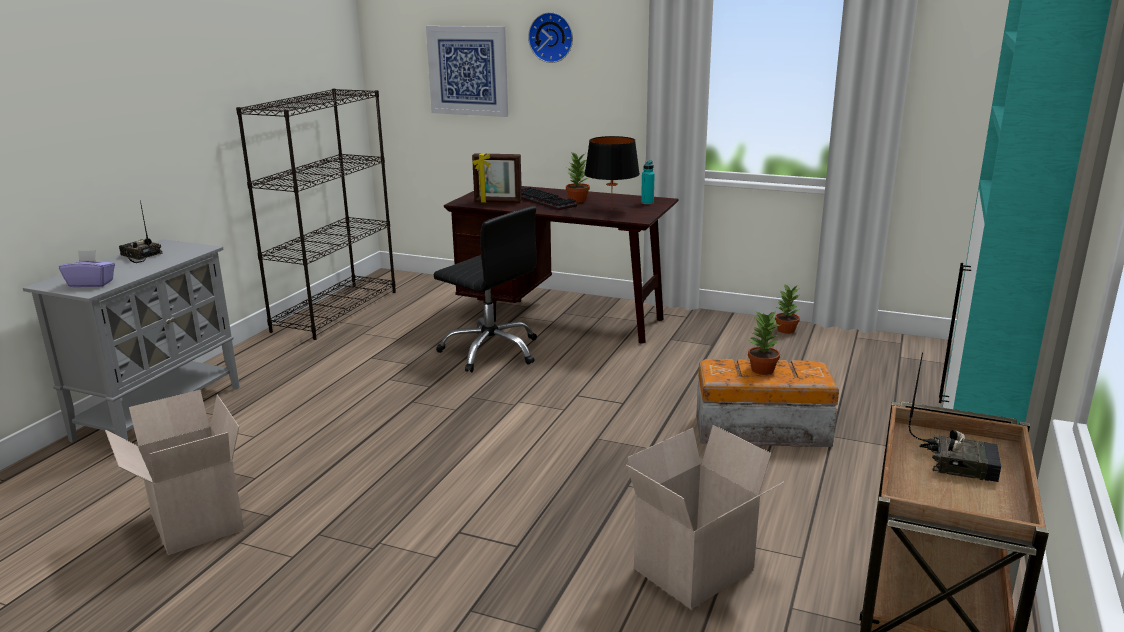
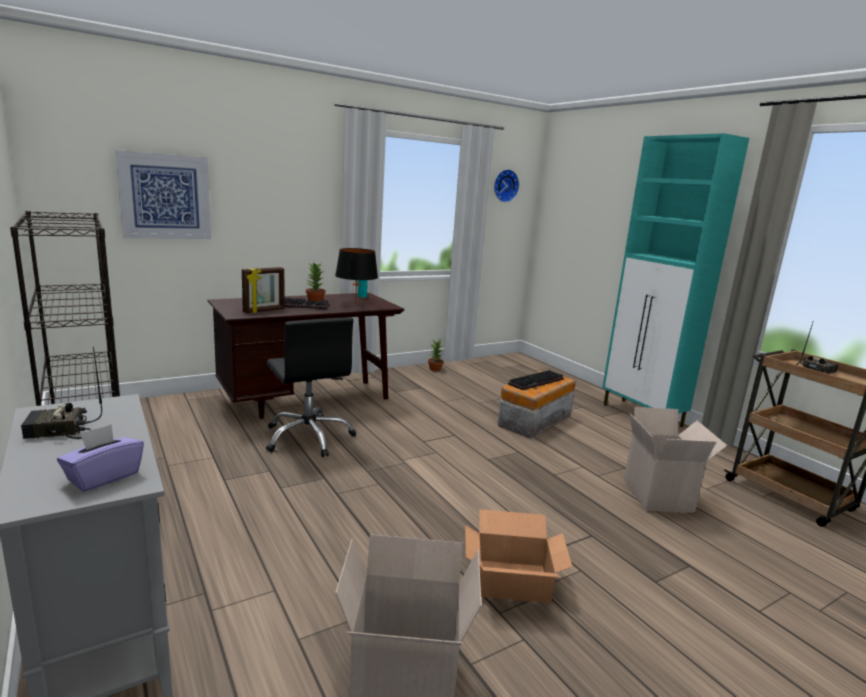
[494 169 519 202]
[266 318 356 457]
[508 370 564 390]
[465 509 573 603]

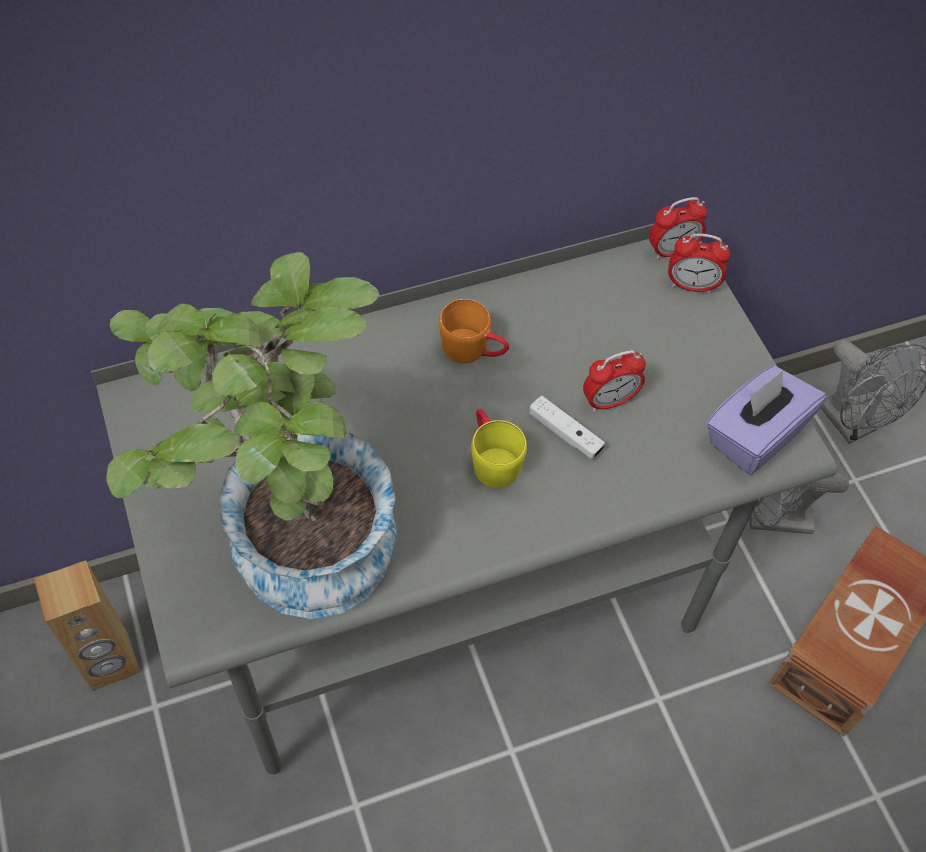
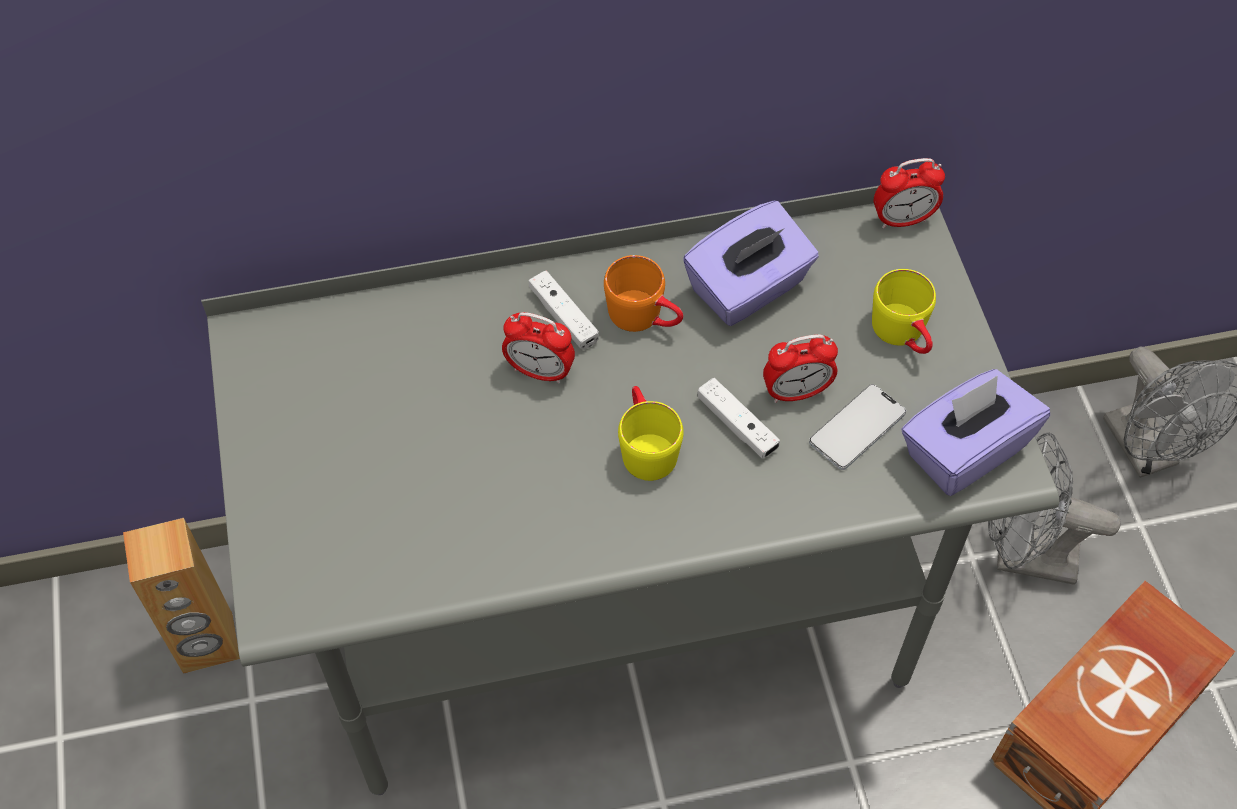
[502 312 575 384]
[106 252 397 619] (first image)
[683 201 819 326]
[872 269 936 354]
[529 270 599 350]
[809 384 906 470]

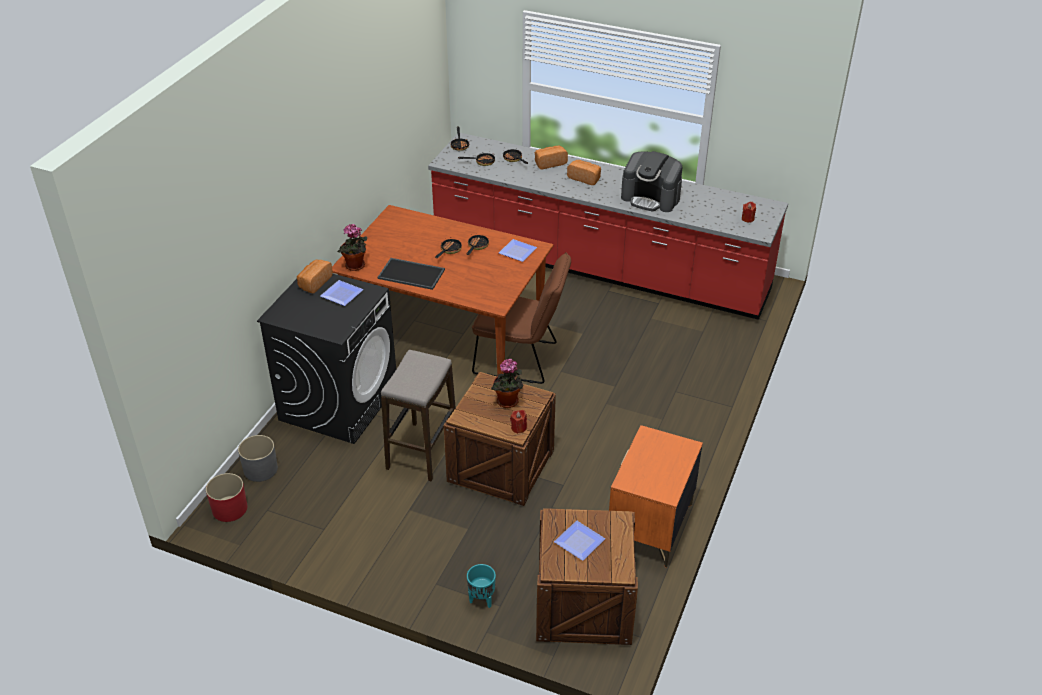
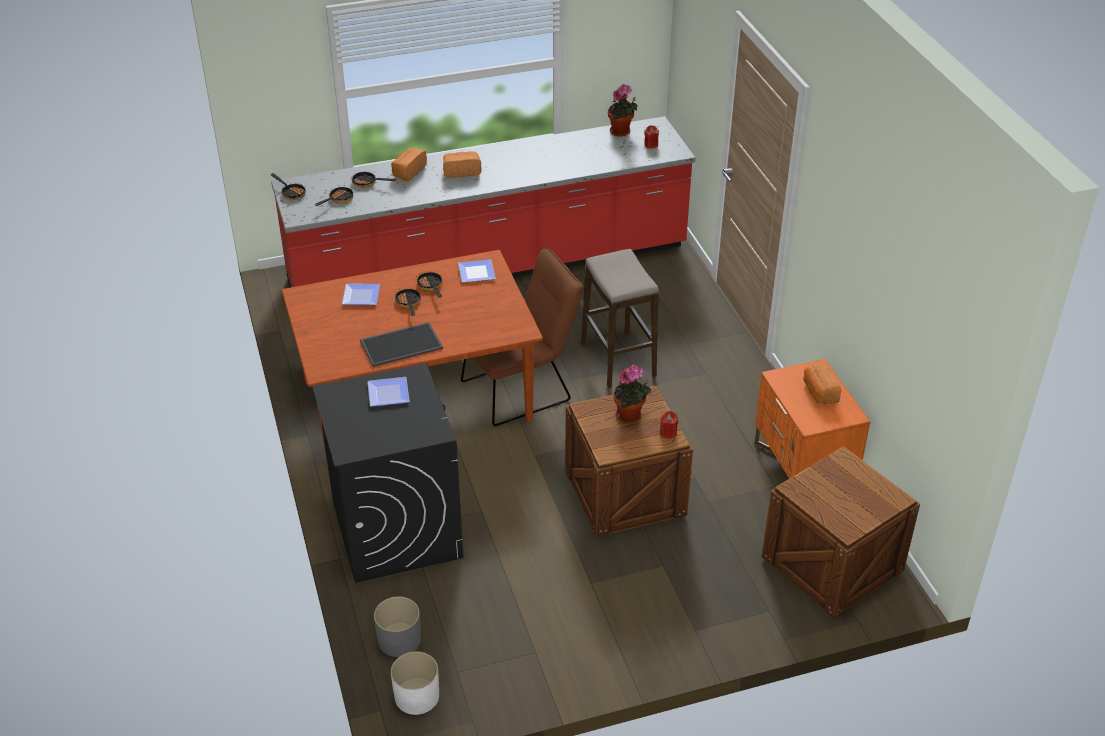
[621 151 682 212] (first image)
[608 84 638 137]
[803 362 841 404]
[581 249 659 388]
[391 651 439 715]
[342 284 380 305]
[467 564 496 608] (first image)

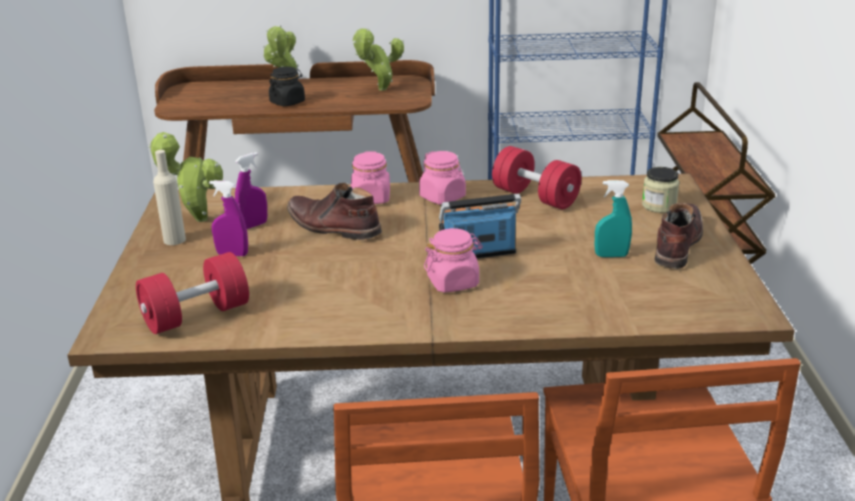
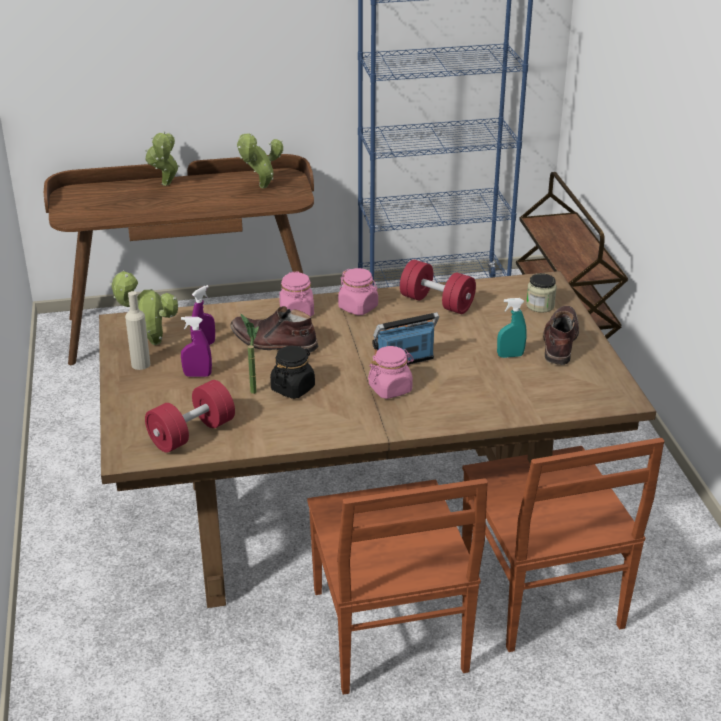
[270 346 315 399]
[241 314 259 394]

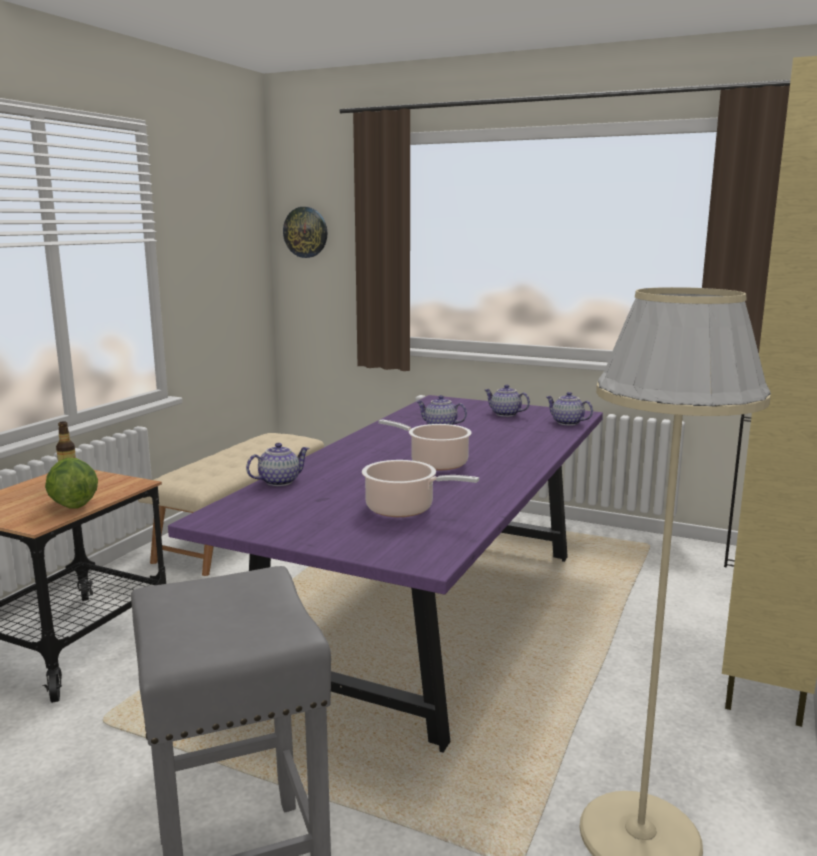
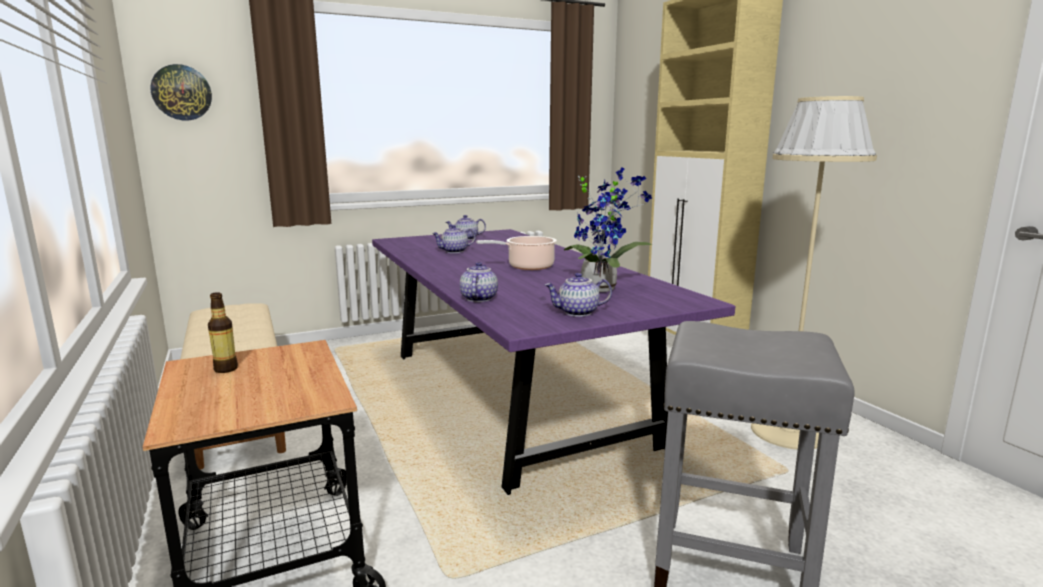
[545 273 612 317]
[45 458 98 509] (first image)
[564 167 652 292]

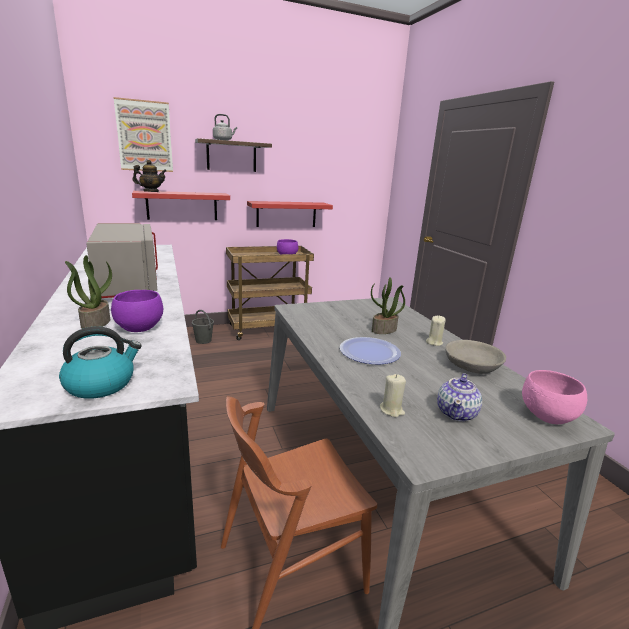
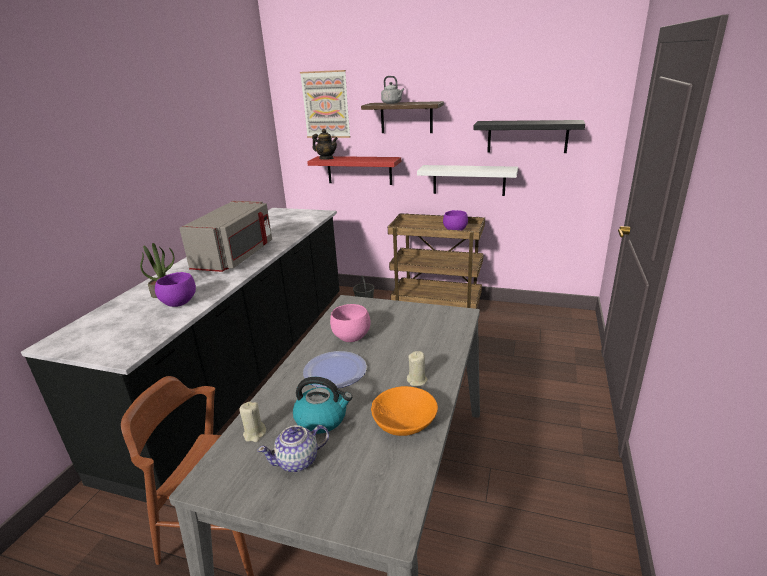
[417 165 518 196]
[371 277 405 334] (first image)
[293 377 352 434]
[371 386 438 436]
[330 304 371 342]
[473 120 585 153]

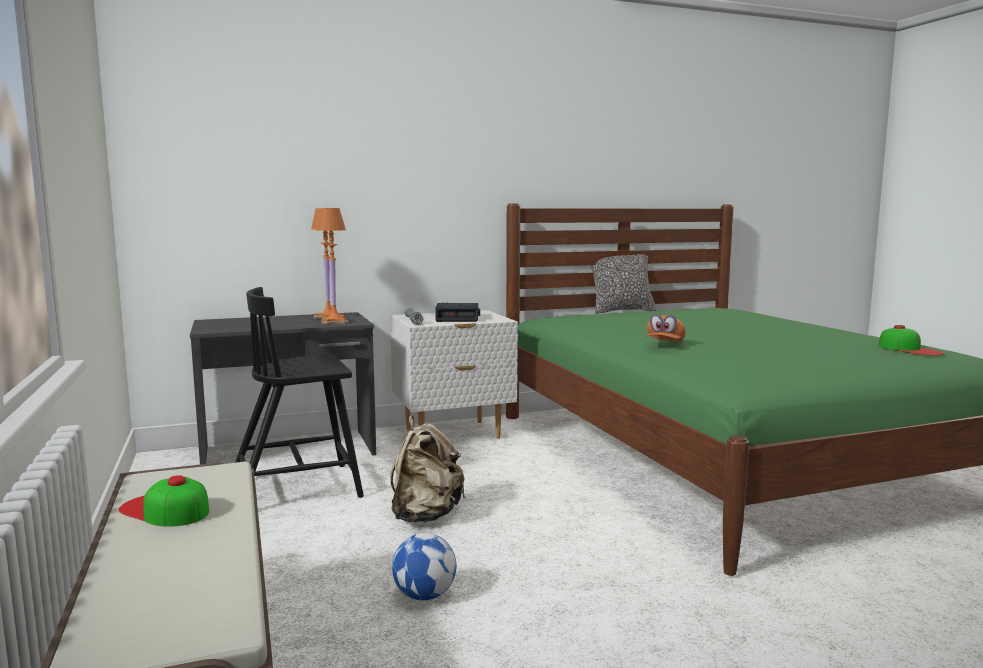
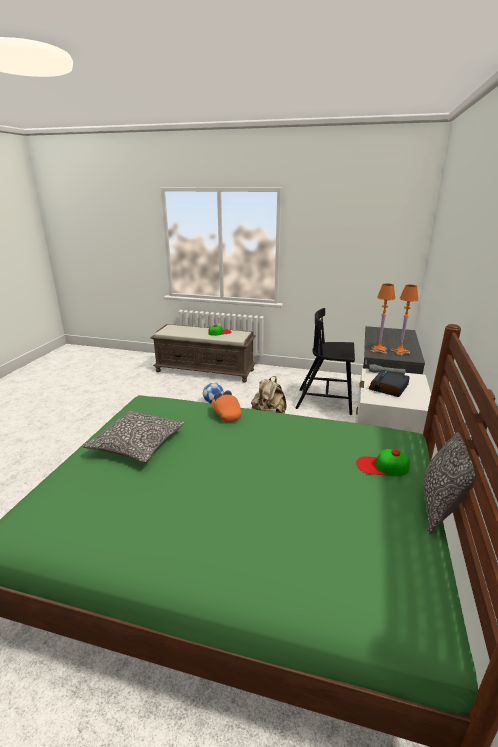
[295 308 355 415]
[356 449 410 476]
[83 410 185 462]

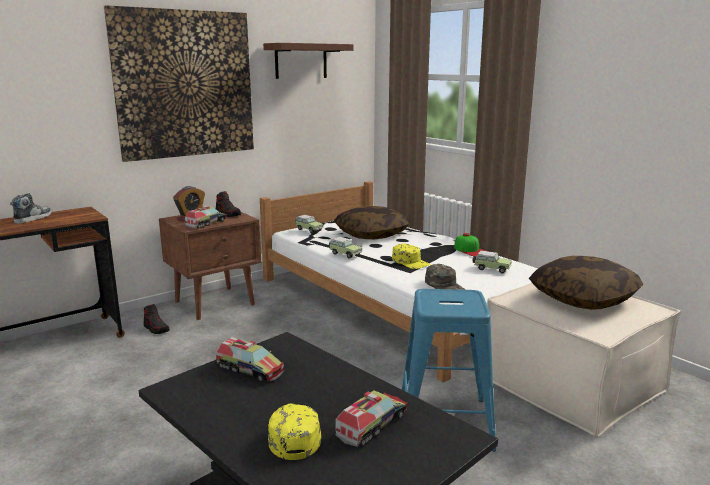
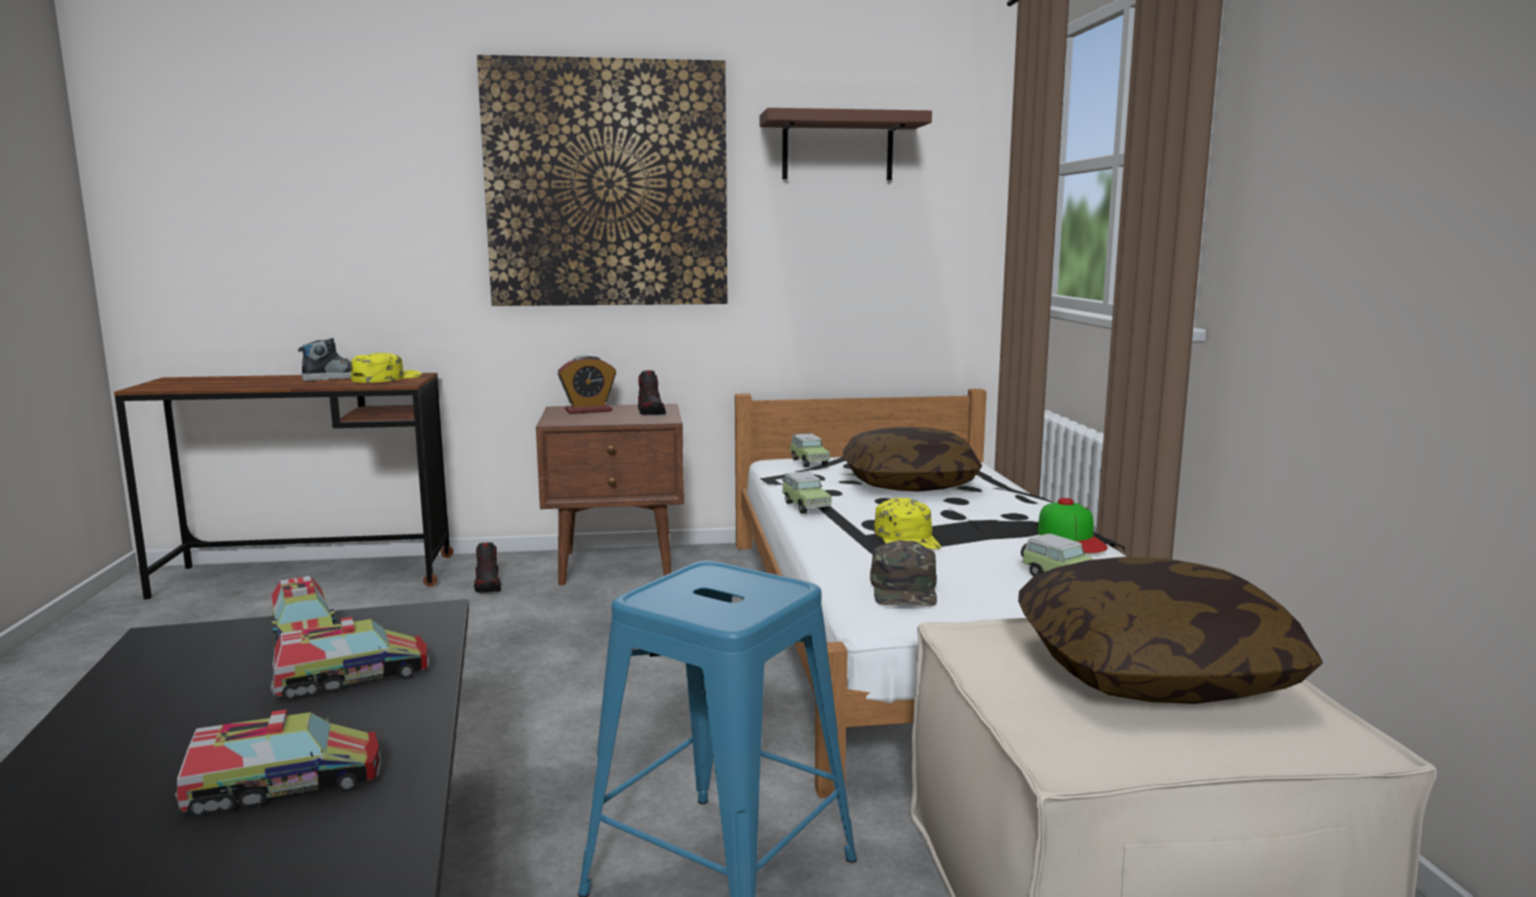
[270 617 429 701]
[351 353 422 383]

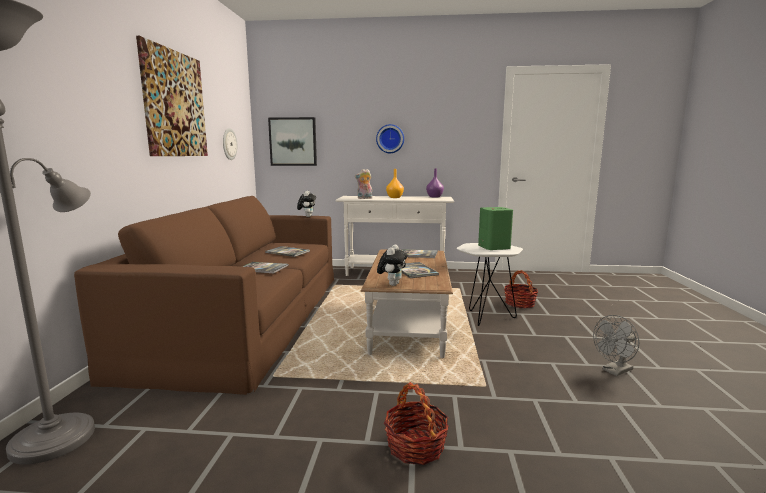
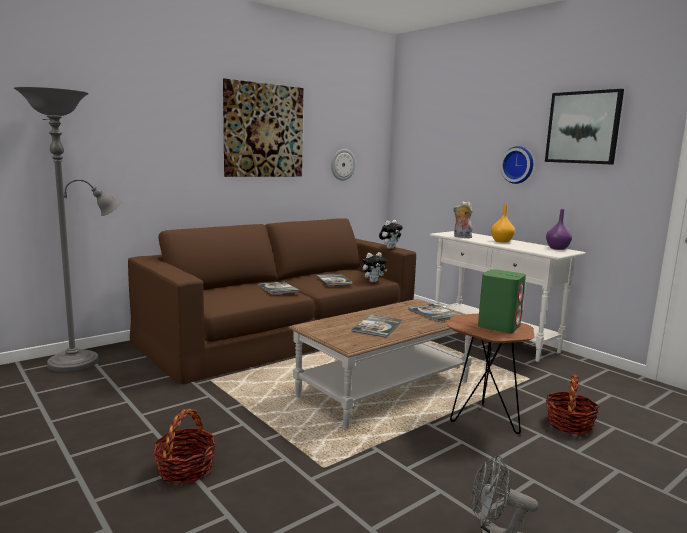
[545 89 624 165]
[448 314 534 434]
[362 252 387 283]

